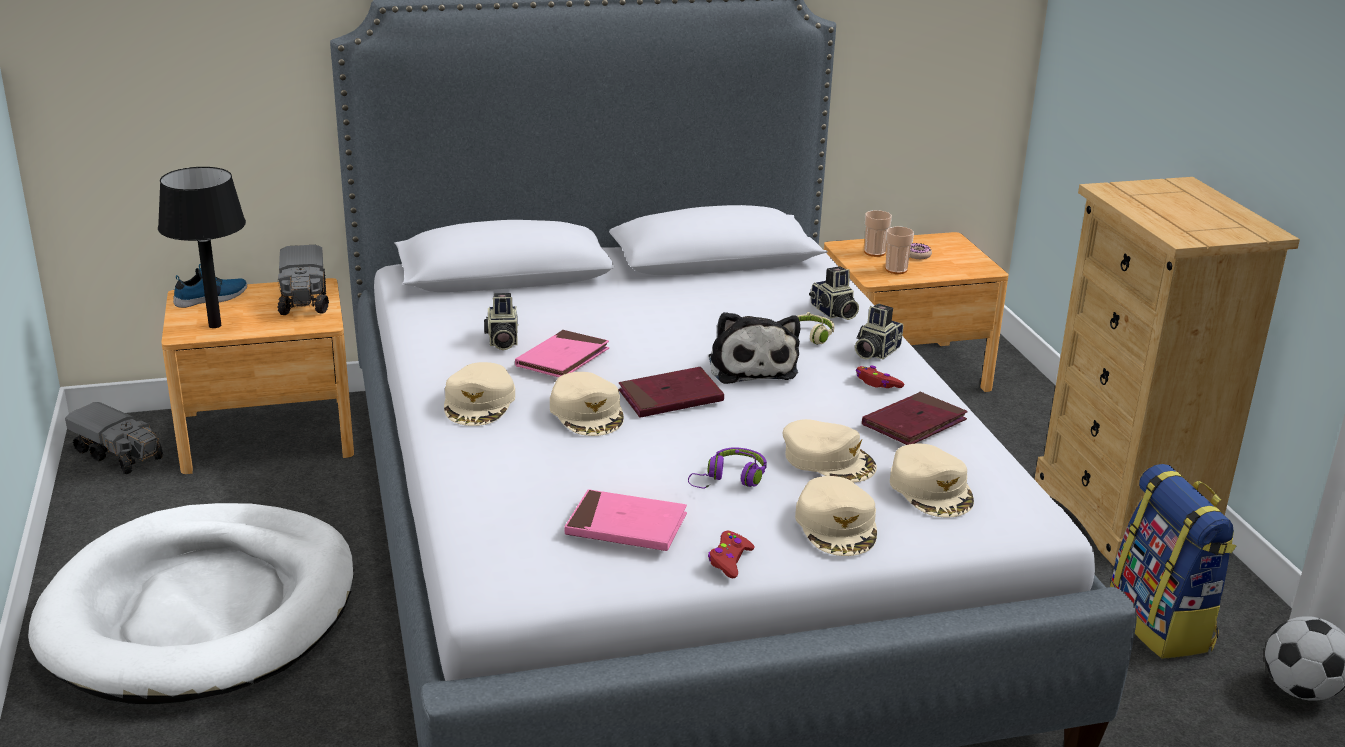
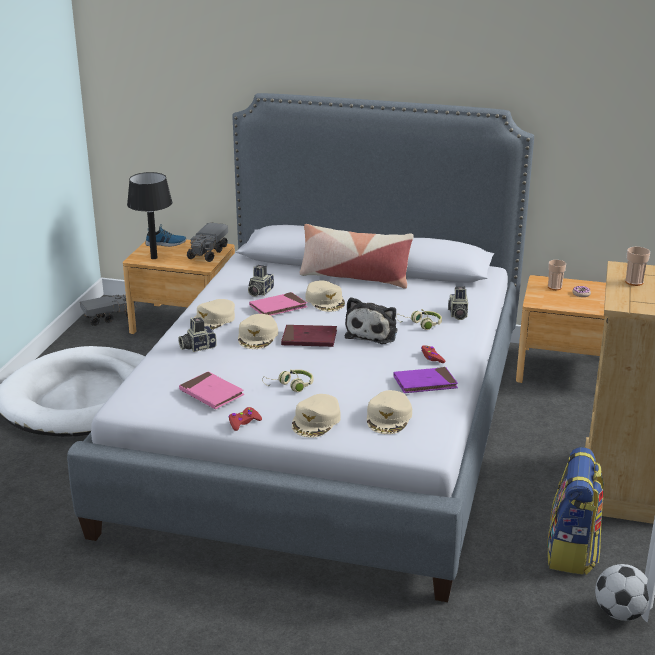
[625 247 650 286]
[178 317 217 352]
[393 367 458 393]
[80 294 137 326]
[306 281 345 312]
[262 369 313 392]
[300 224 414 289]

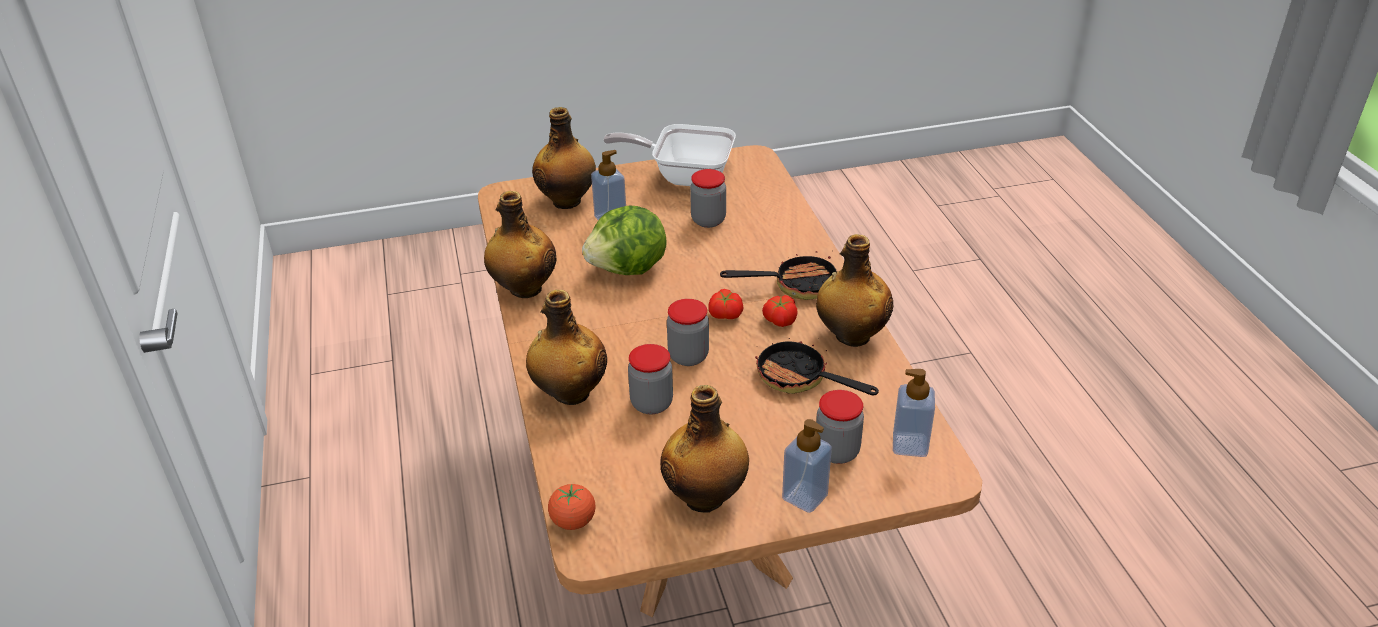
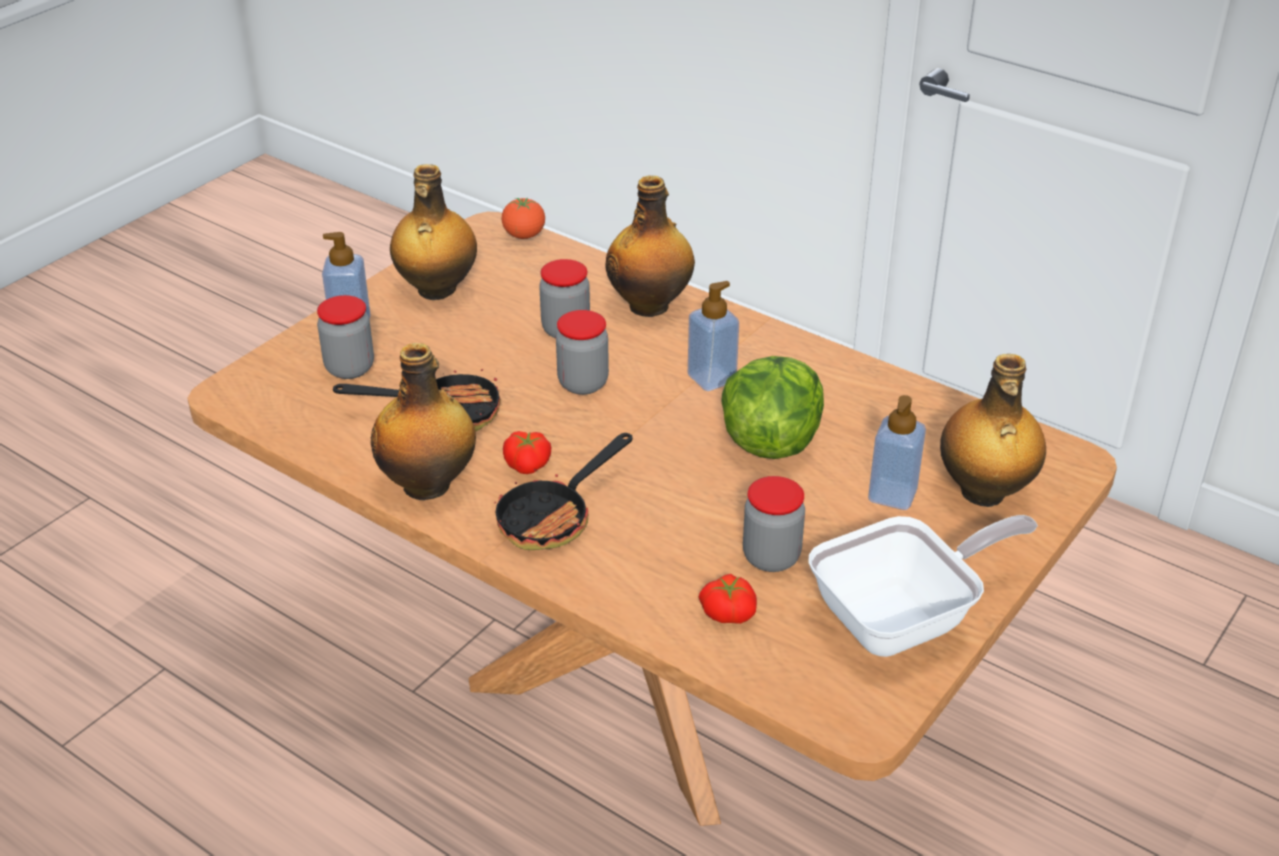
[484 191 557 298] (first image)
[699 574 757 624]
[688 281 739 391]

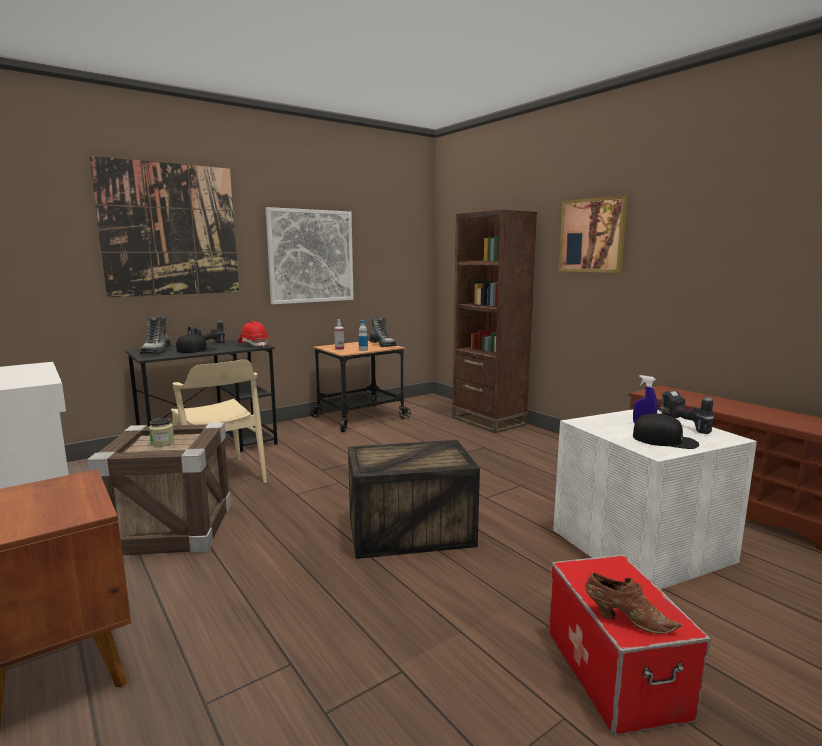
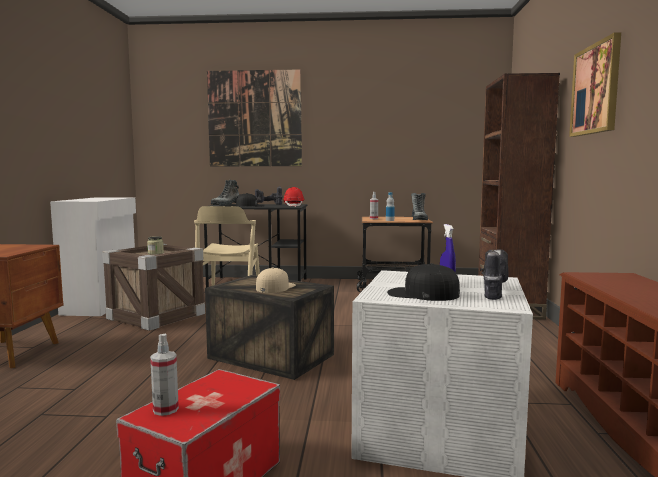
[266 207 354 304] (first image)
[387 263 460 301]
[150 333 179 416]
[256 267 296 293]

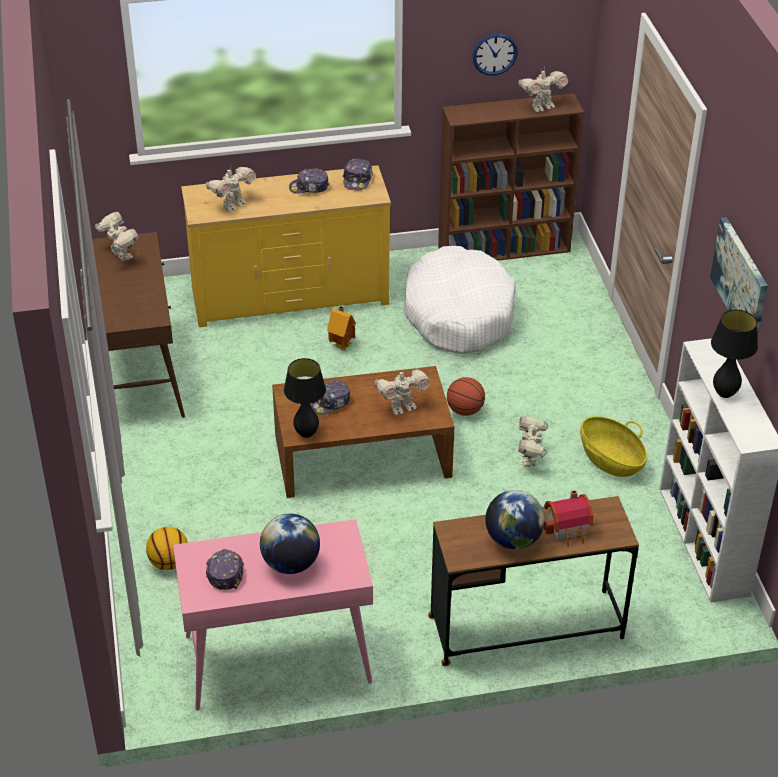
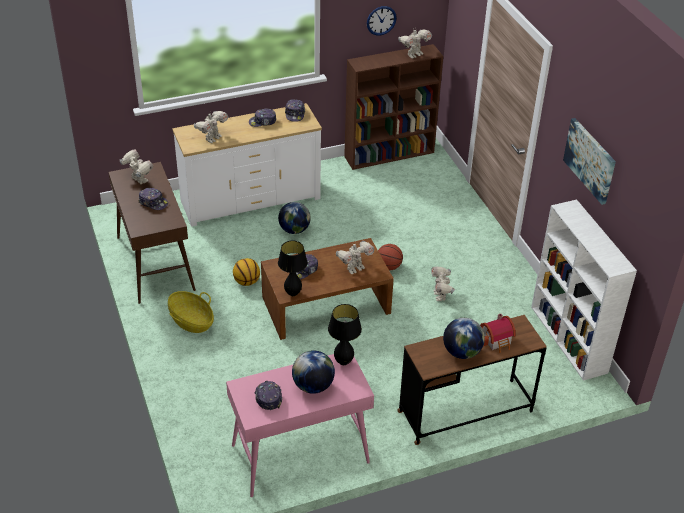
[172 103 322 227]
[403 246 516 354] (first image)
[278 202 311 234]
[328 304 362 365]
[168 291 214 333]
[233 258 260 286]
[138 188 168 210]

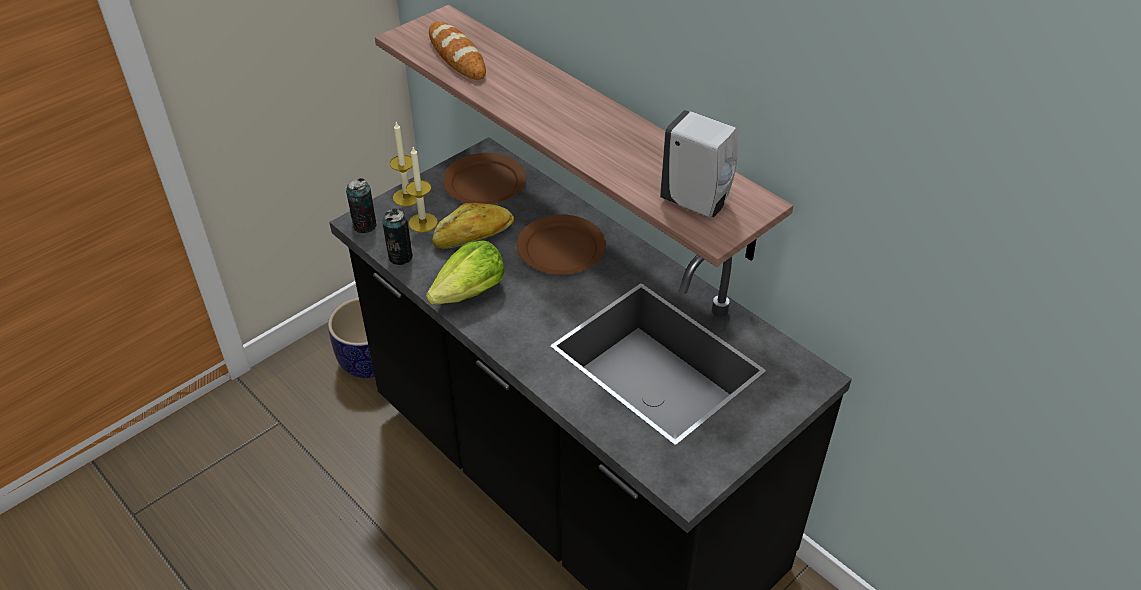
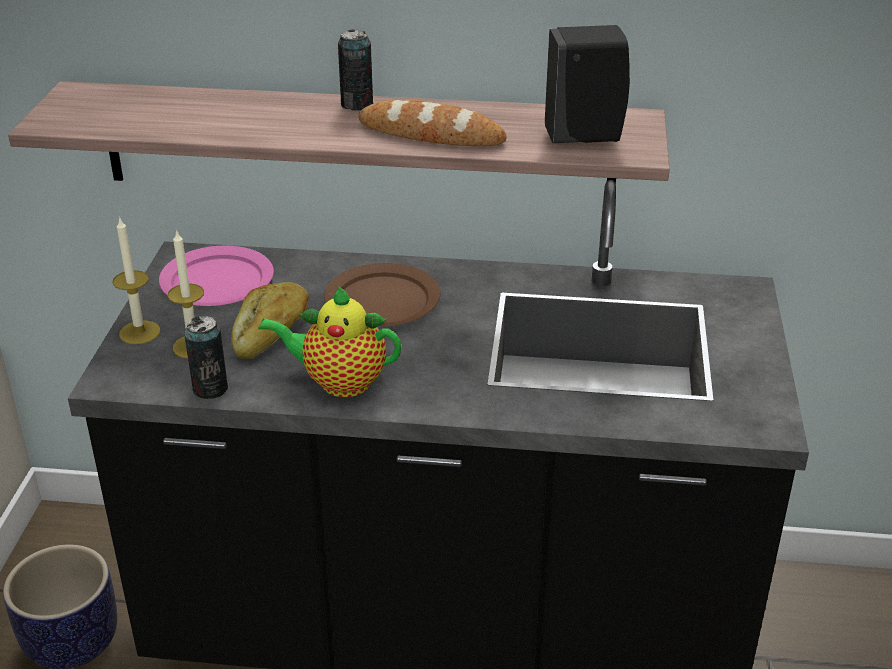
[358 99 507 146]
[545 25 630 143]
[159 246 274 306]
[338 29 373 111]
[258 286 401 397]

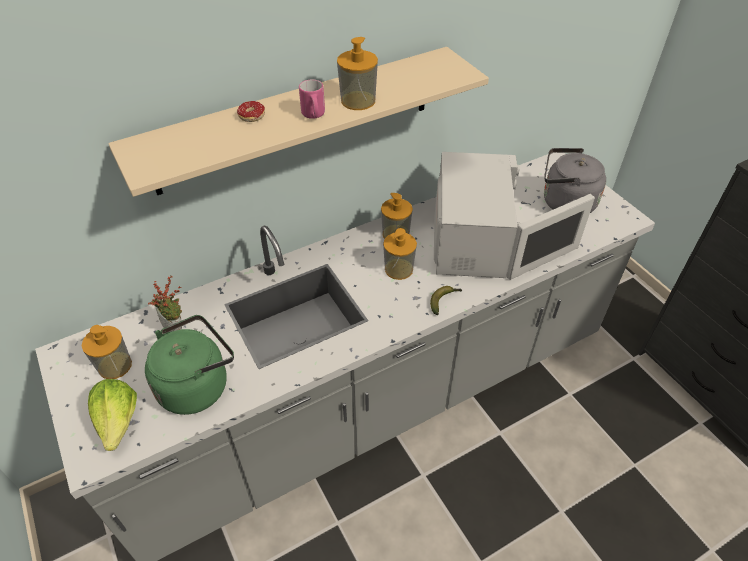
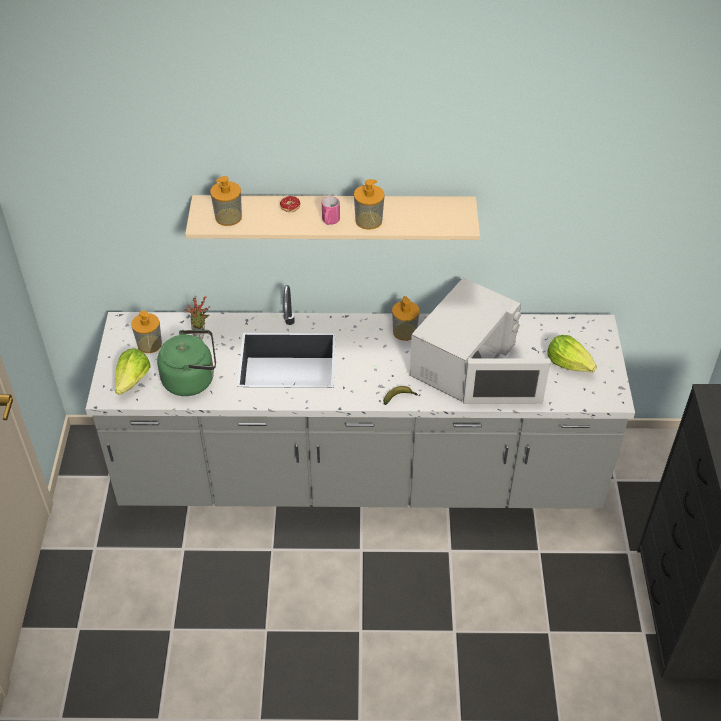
[547 335 597 372]
[210 176 242 226]

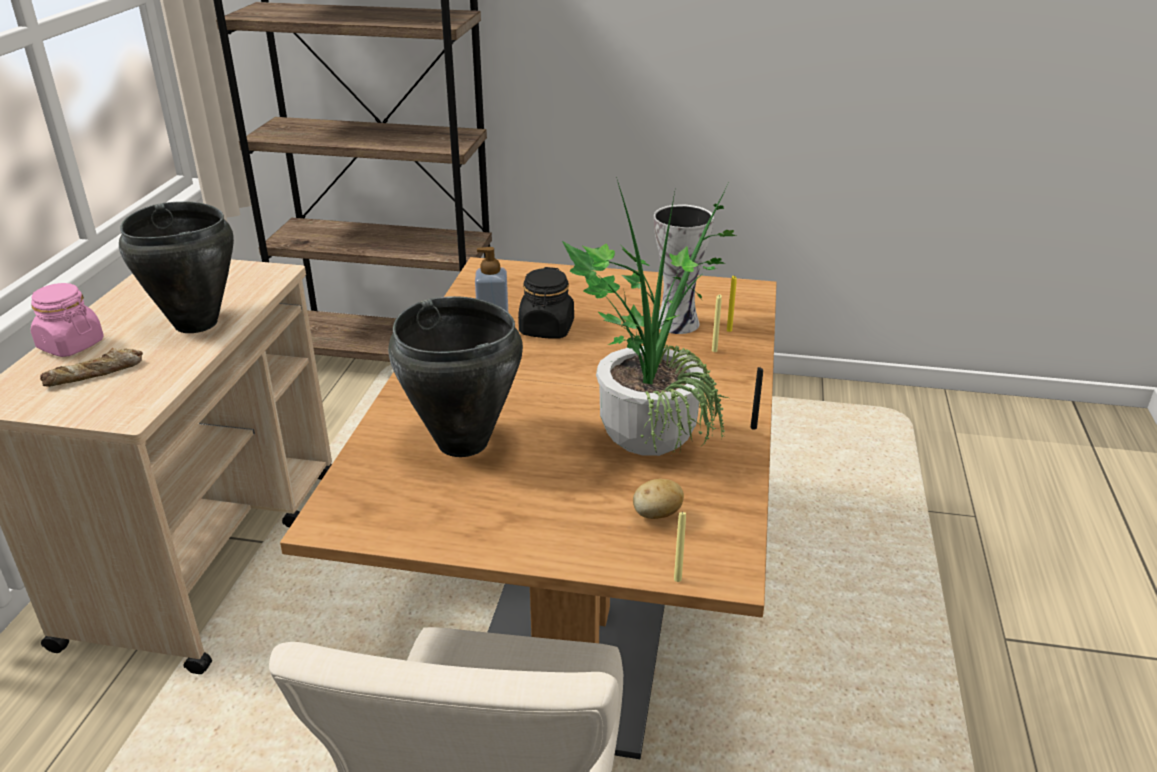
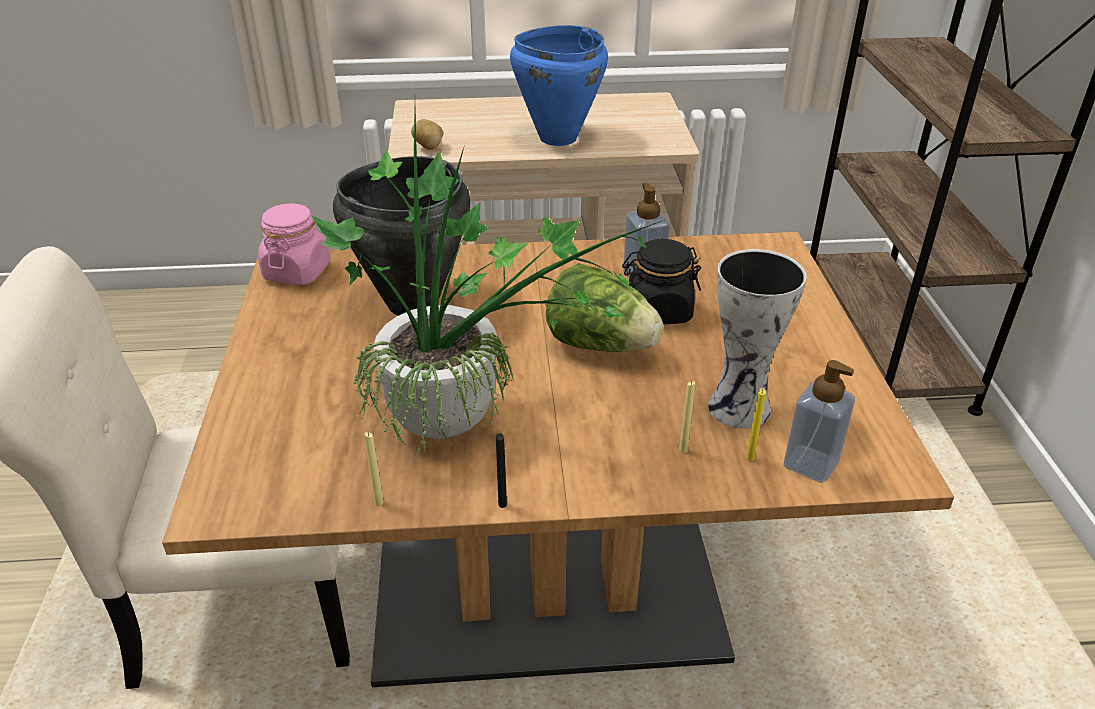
[510 25 608 146]
[258 203 330 285]
[40 348 143 387] (first image)
[411 119 443 150]
[365 432 383 506]
[546 263 663 352]
[784 360 855 483]

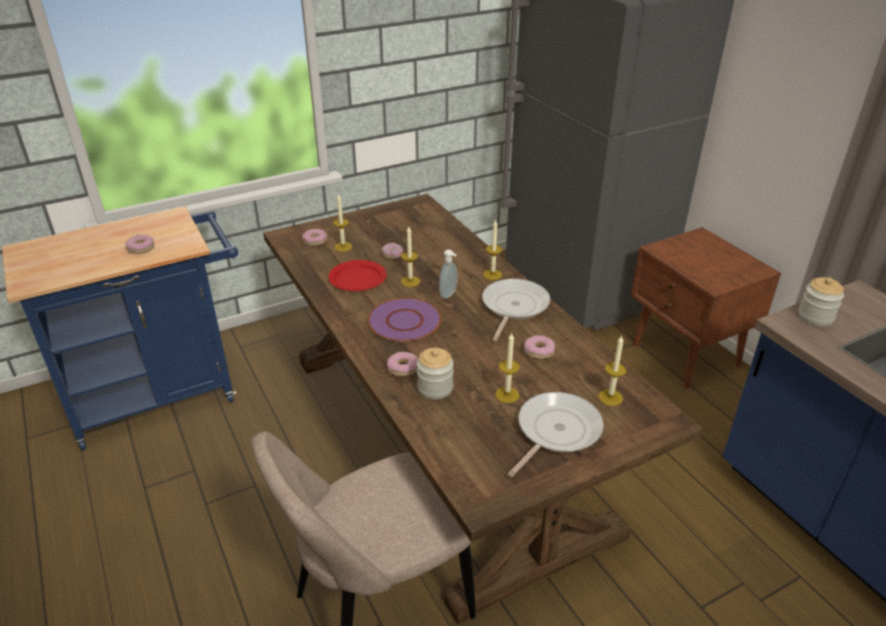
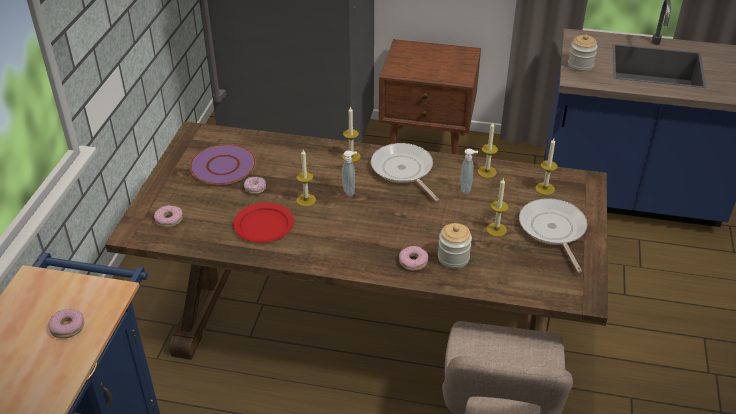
[478 122 498 178]
[190 144 256 185]
[461 149 478 194]

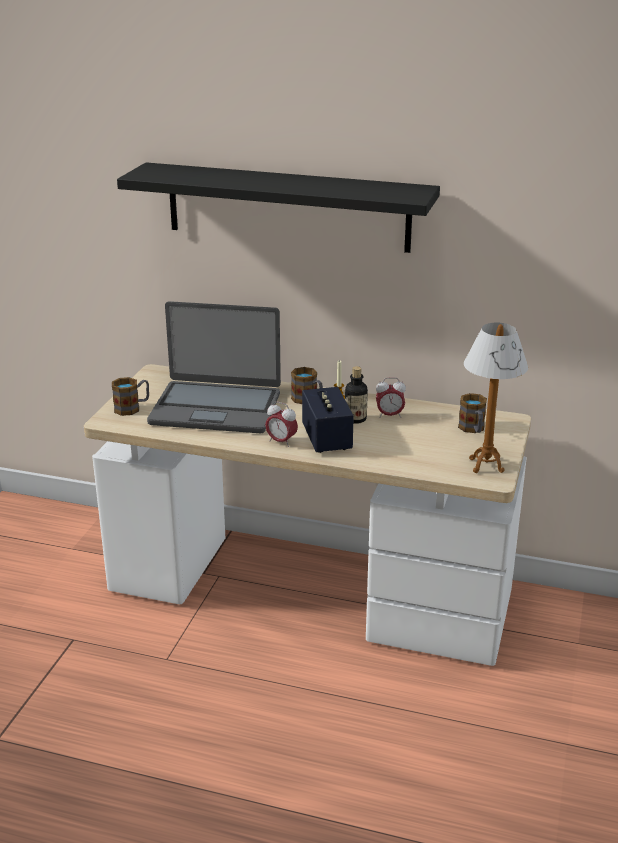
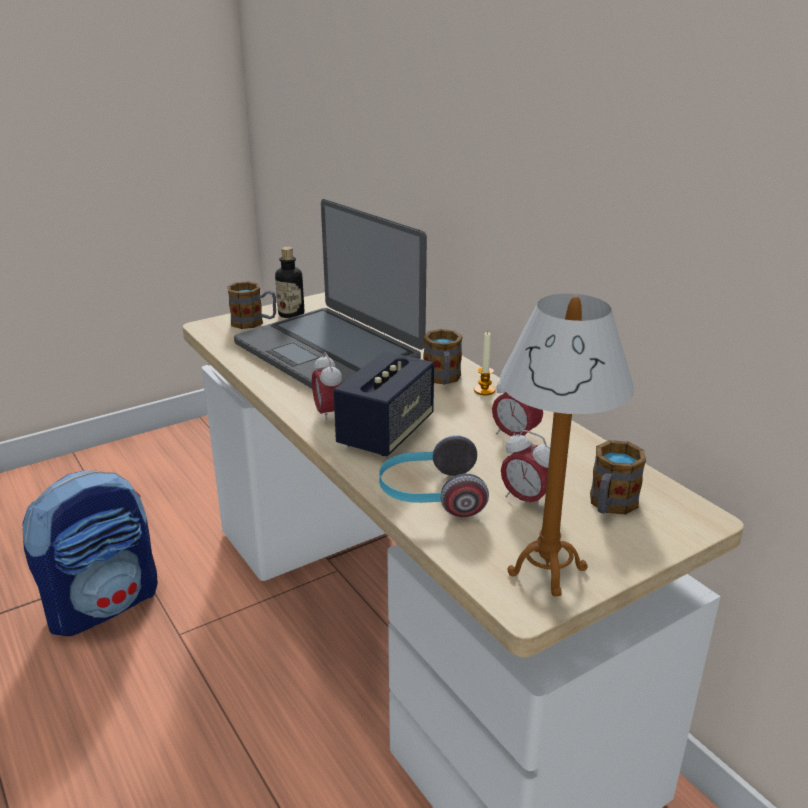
[117 162 440 253] (first image)
[275 247 304 318]
[501 430 550 512]
[379 435 489 517]
[22 470 158 636]

